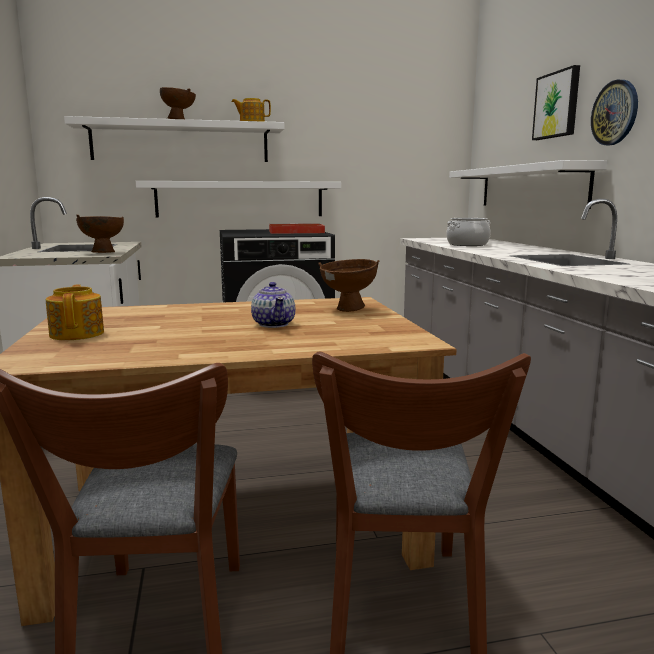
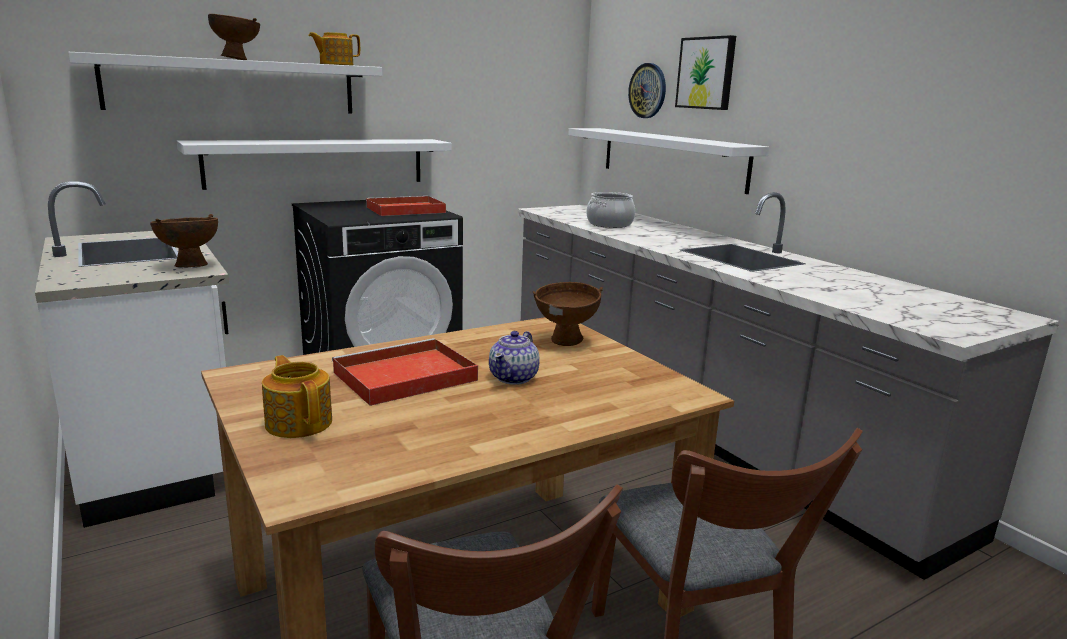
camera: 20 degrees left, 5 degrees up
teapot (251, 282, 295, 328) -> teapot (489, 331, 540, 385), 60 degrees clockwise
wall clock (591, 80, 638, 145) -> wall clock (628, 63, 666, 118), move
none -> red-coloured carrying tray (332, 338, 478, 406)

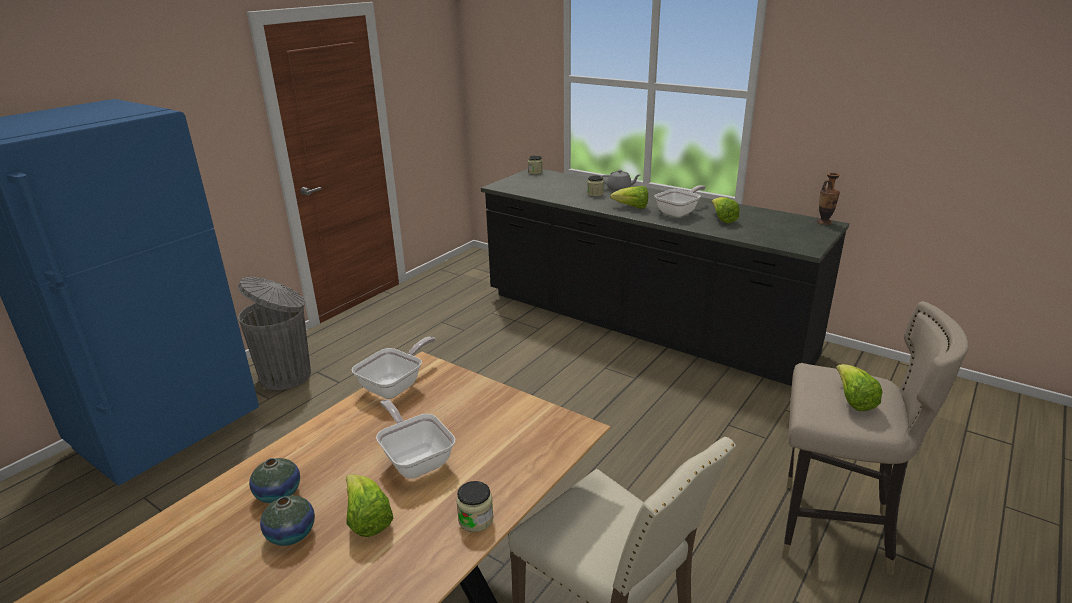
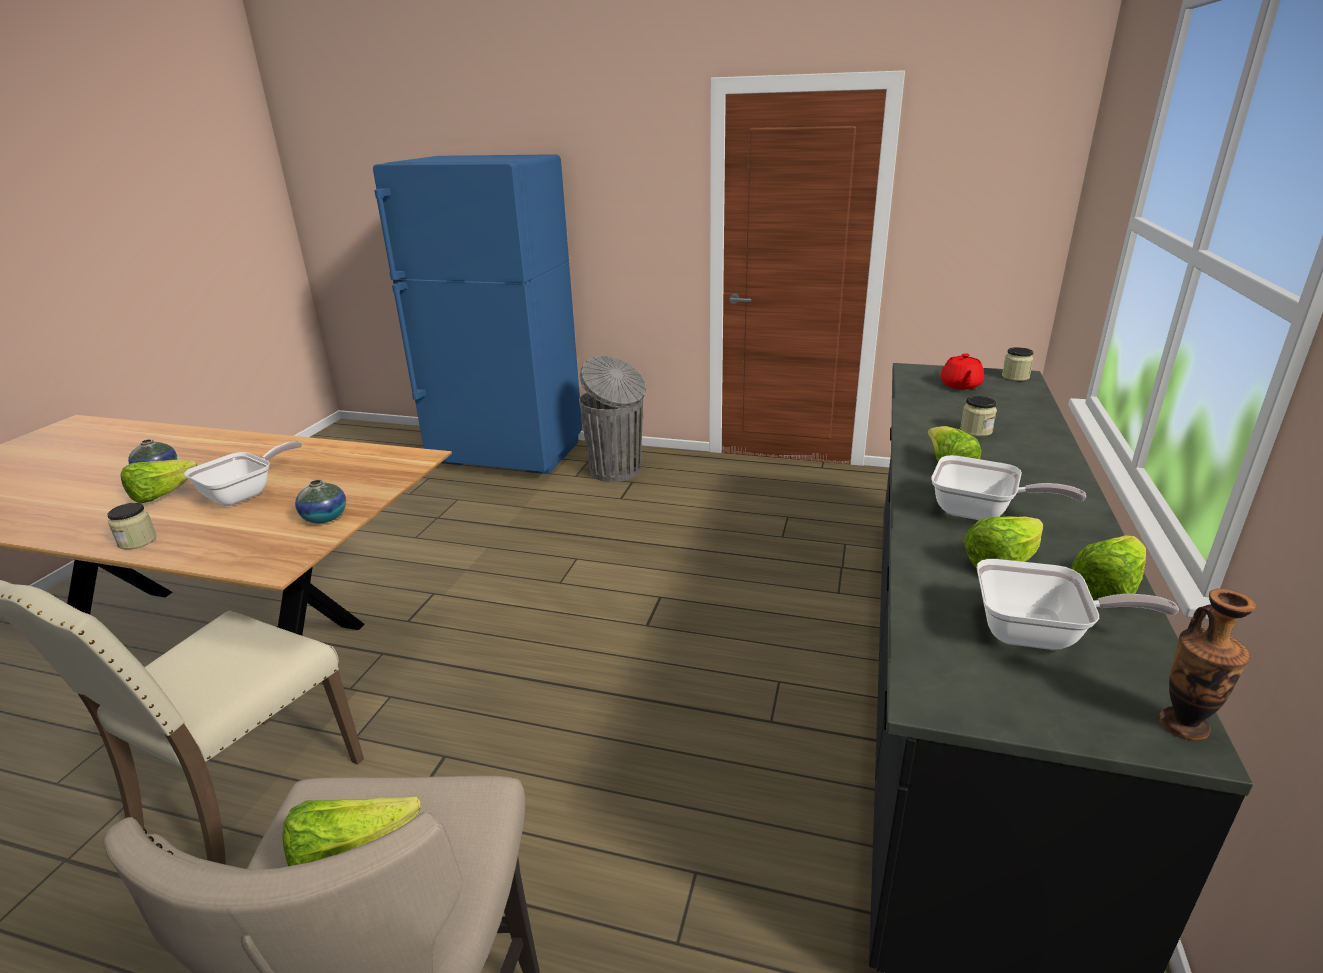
camera: 70 degrees right, 0 degrees up
flower vase (249, 458, 300, 503) -> flower vase (295, 480, 346, 523), move
skillet (352, 336, 436, 399) -> skillet (977, 559, 1179, 650), move
greyish teapot (602, 170, 640, 191) -> none
none -> red-coloured teapot (941, 353, 984, 389)
none -> lettuce (1072, 535, 1146, 600)

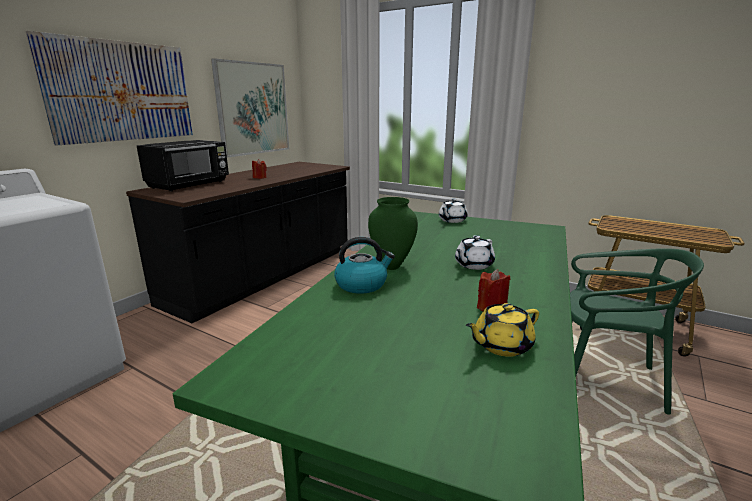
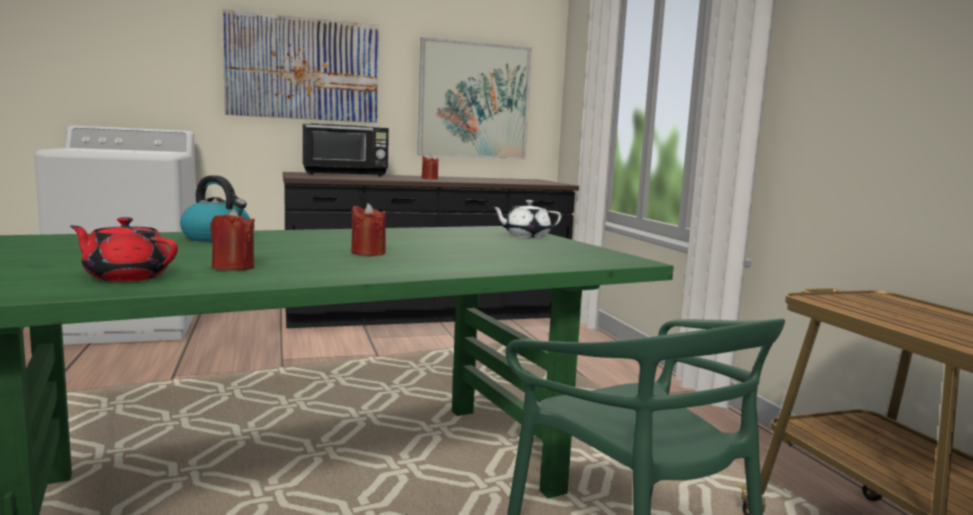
camera: 40 degrees right, 10 degrees down
green flower vase (368, 197, 418, 270) -> none
whitish teapot (455, 235, 495, 270) -> red-coloured candle (351, 203, 386, 256)
yellow teapot (466, 303, 539, 357) -> red-coloured teapot (70, 217, 178, 282)

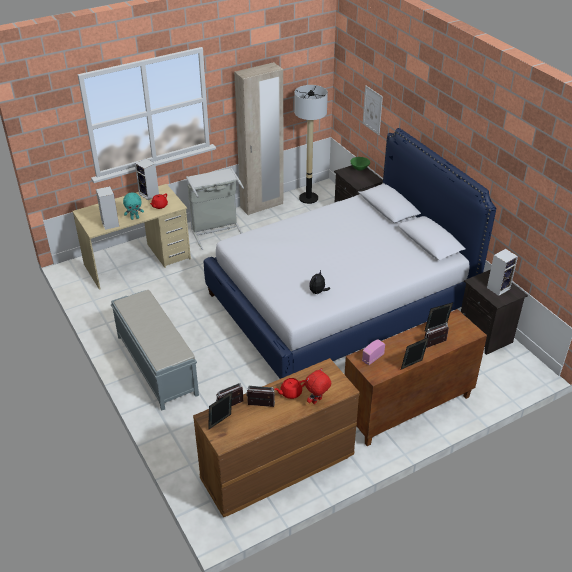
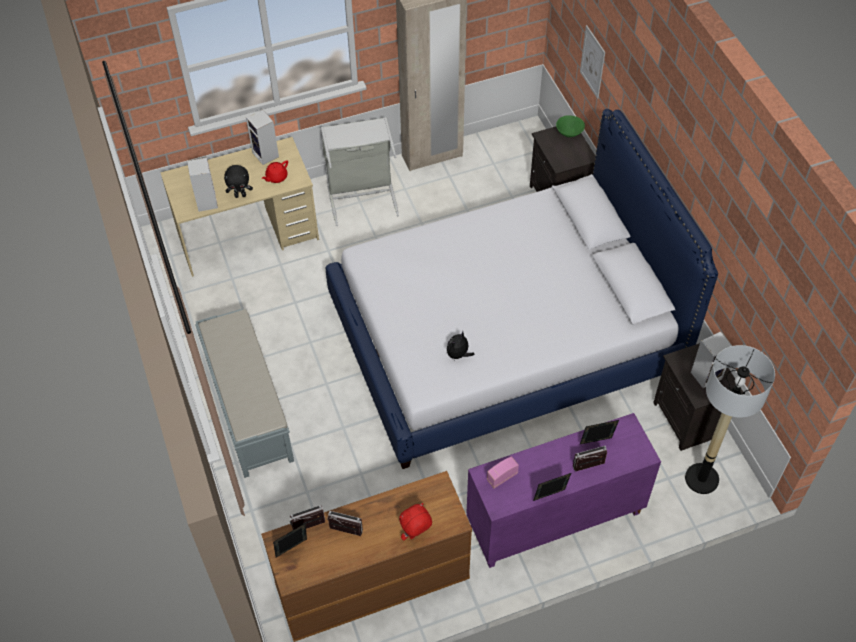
camera: 10 degrees right, 15 degrees up
turquoise-coloured plush toy (123, 193, 144, 220) -> black plush toy (224, 165, 253, 198)
red-coloured teapot (274, 378, 305, 399) -> none
standard lamp (294, 85, 328, 204) -> standard lamp (685, 345, 775, 494), move
brownish storage cabinet (345, 309, 487, 446) -> purple-coloured storage cabinet (466, 413, 661, 568)

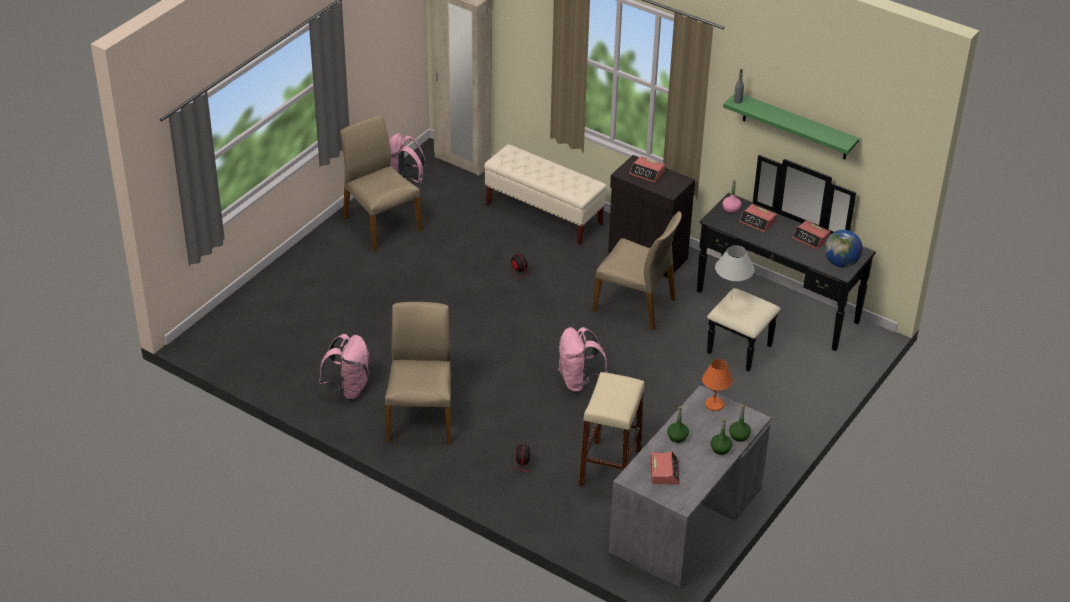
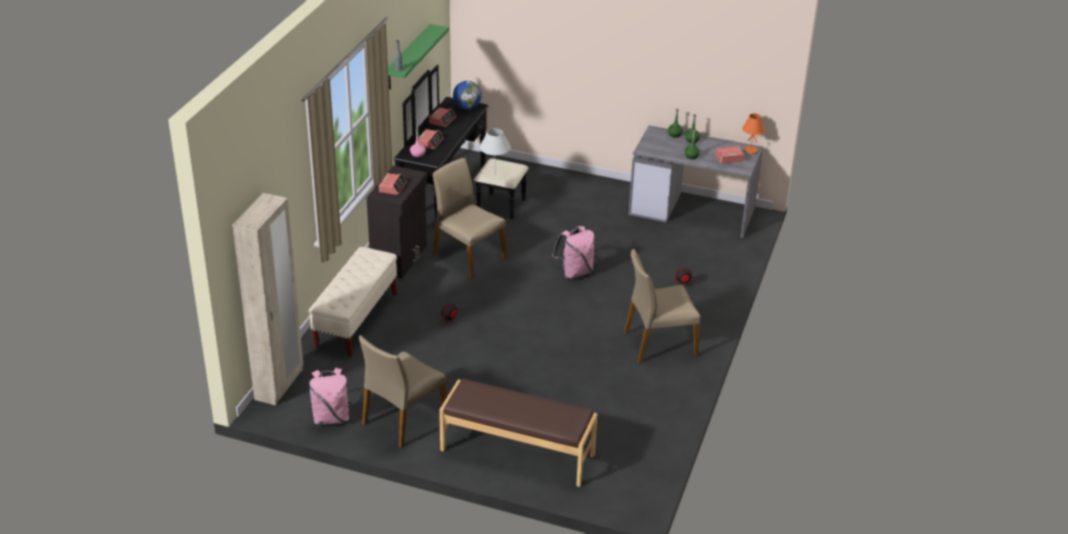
camera: 105 degrees left, 5 degrees down
pink-coloured backpack (319, 334, 370, 400) -> none
beige-coloured sitting stool (579, 372, 645, 487) -> none
beige-coloured plain chair (592, 211, 682, 330) -> beige-coloured plain chair (433, 158, 507, 280), 60 degrees counterclockwise
orange-coloured table lamp (702, 359, 733, 411) -> orange-coloured table lamp (742, 113, 765, 154), move
none -> brownish indoor bench (439, 379, 597, 487)

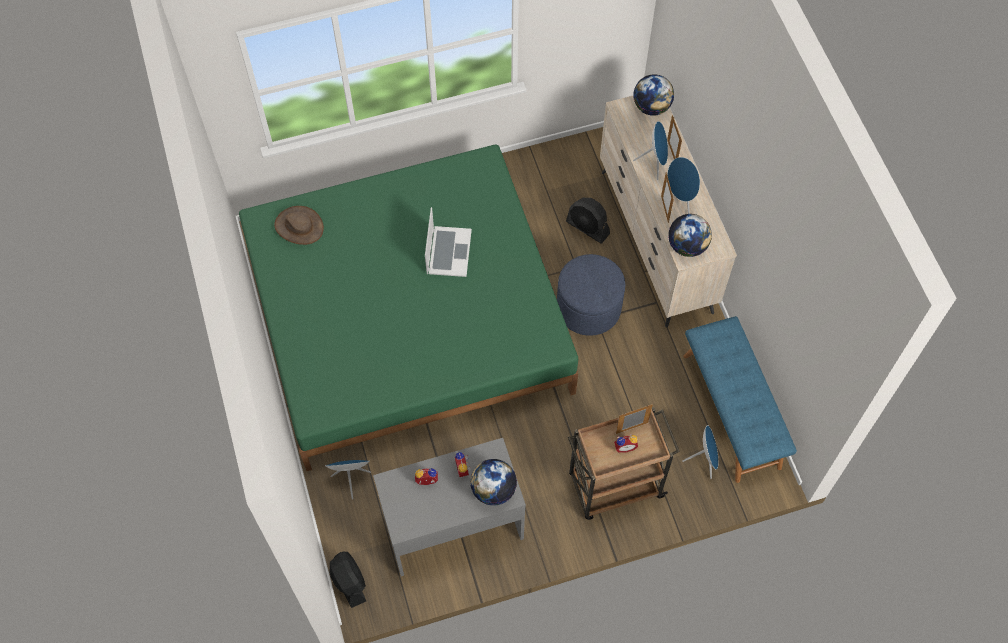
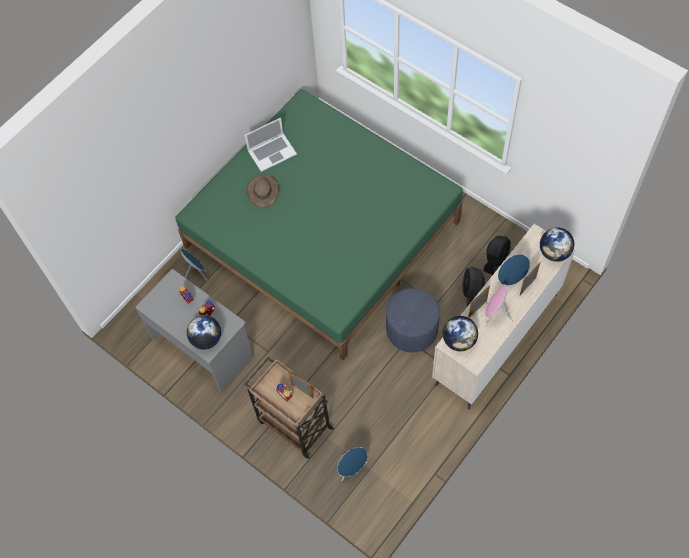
camera: 60 degrees right, 0 degrees up
brownish clothing hat (274, 206, 324, 245) -> brownish clothing hat (246, 175, 279, 208), move
black fan (329, 552, 366, 608) -> black fan (483, 236, 511, 275), move
laptop (425, 207, 472, 277) -> laptop (244, 118, 297, 172), move
blue loudspeaker (667, 157, 700, 214) -> pink-coloured loudspeaker (485, 285, 513, 327)
blue indoor bench (683, 316, 797, 483) -> none

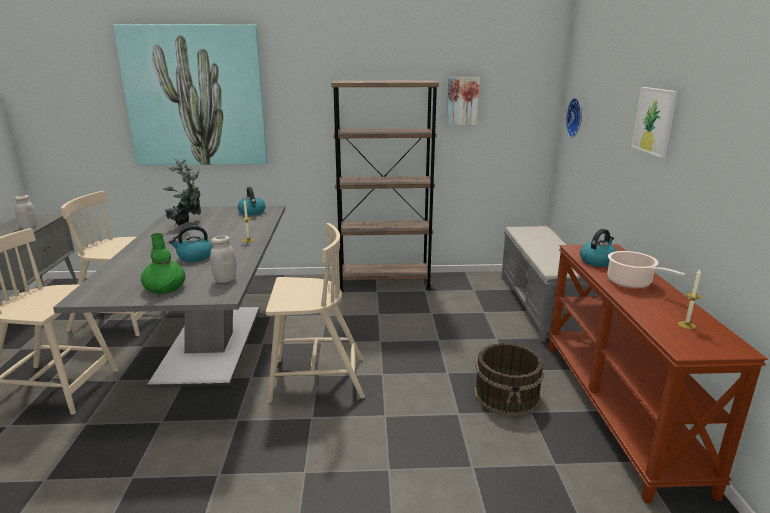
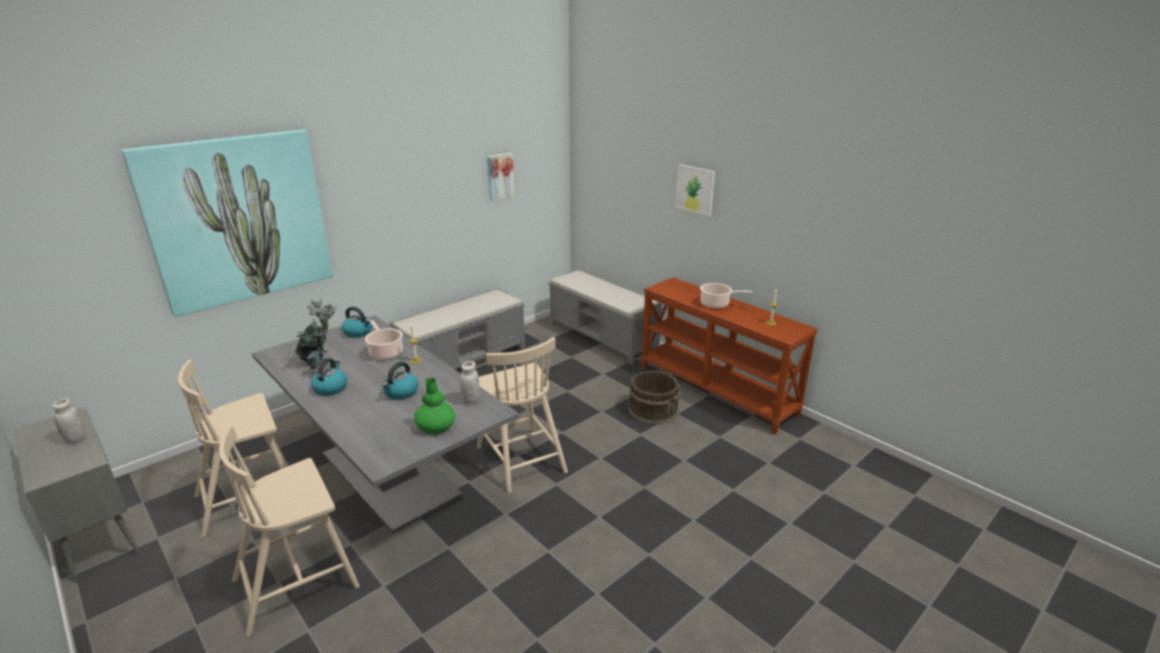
camera: 40 degrees left, 5 degrees up
beige-coloured plain chair (266, 223, 365, 403) -> beige-coloured plain chair (477, 337, 568, 493), 105 degrees clockwise
brownish bookshelf (331, 80, 439, 292) -> greyish indoor bench (390, 288, 525, 369)
wall clock (566, 98, 582, 138) -> none
water kettle (580, 229, 617, 267) -> water kettle (311, 358, 347, 396), move
none -> cooking pot (365, 320, 403, 360)

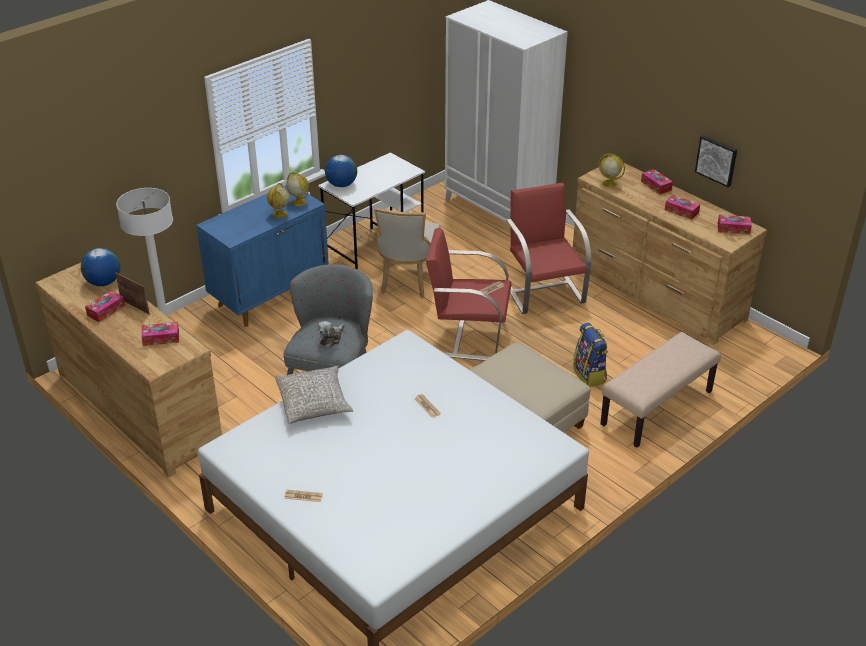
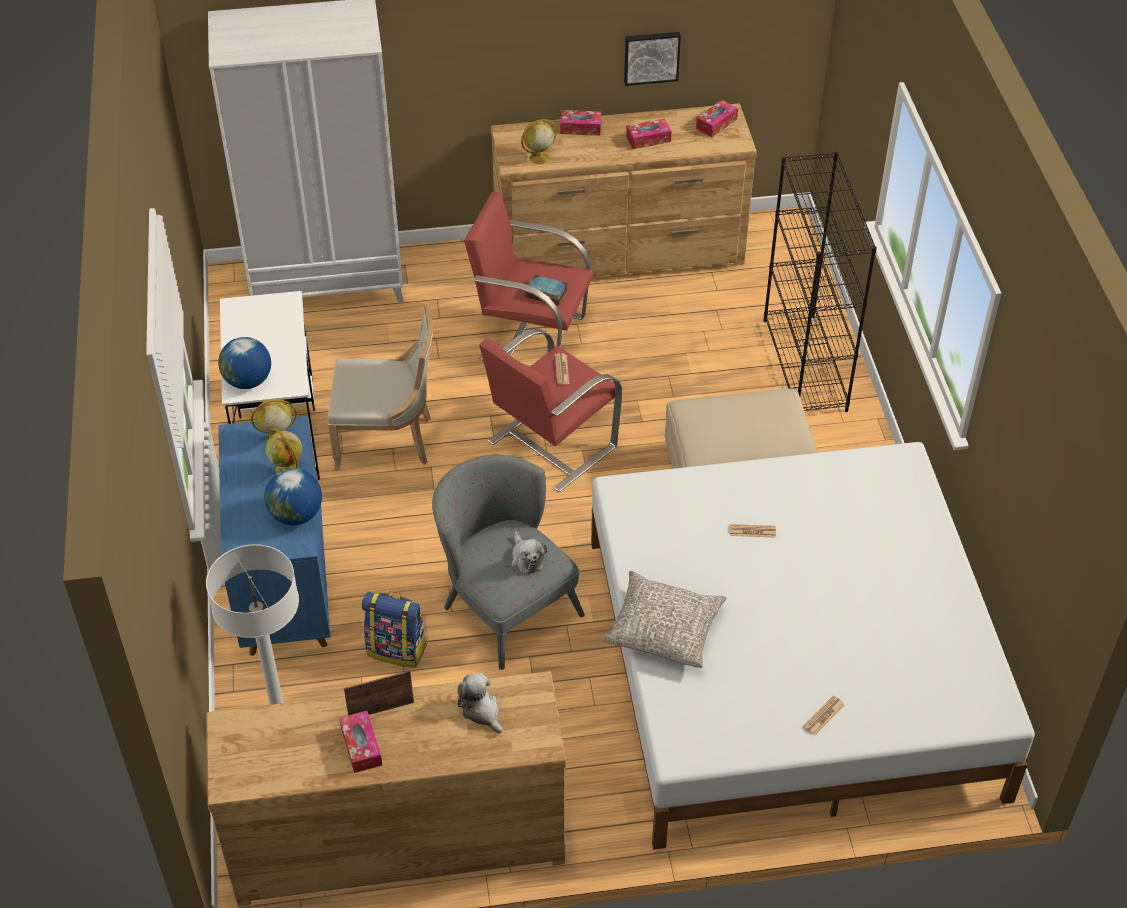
camera: 55 degrees left, 10 degrees up
desk globe (81, 248, 120, 286) -> desk globe (264, 468, 322, 525), move
tissue holder (141, 322, 179, 346) -> plush toy (458, 673, 502, 734)
beige-coloured plain chair (374, 207, 441, 298) -> beige-coloured plain chair (328, 304, 433, 471), 45 degrees counterclockwise
backpack (573, 323, 608, 387) -> backpack (362, 591, 427, 668), move
beige-coloured indoor bench (600, 332, 721, 448) -> black bookshelf (764, 152, 877, 412)
none -> volume (525, 275, 568, 306)

